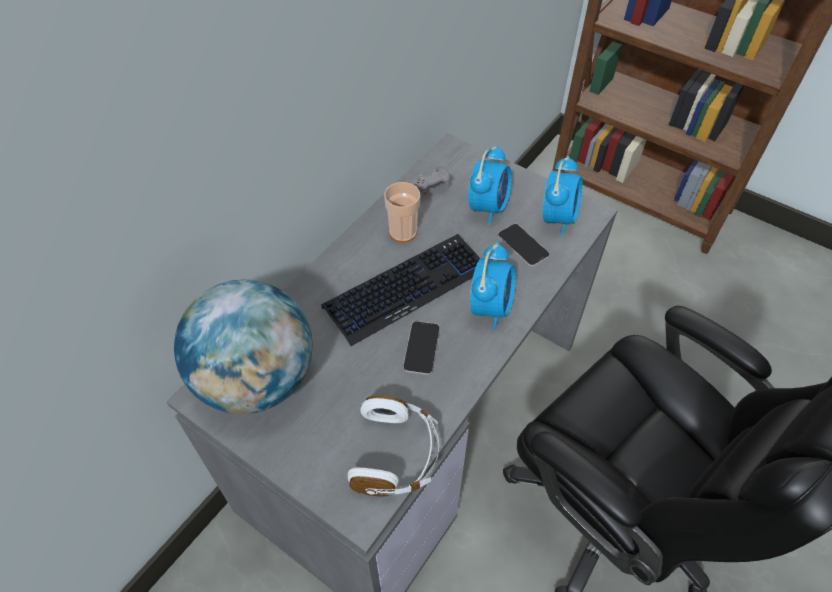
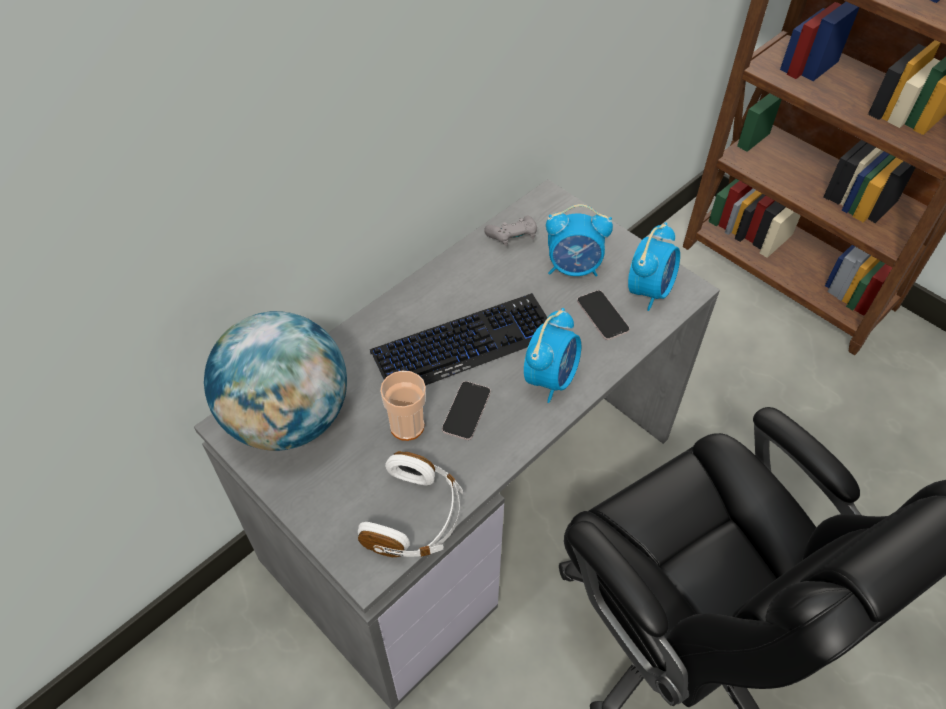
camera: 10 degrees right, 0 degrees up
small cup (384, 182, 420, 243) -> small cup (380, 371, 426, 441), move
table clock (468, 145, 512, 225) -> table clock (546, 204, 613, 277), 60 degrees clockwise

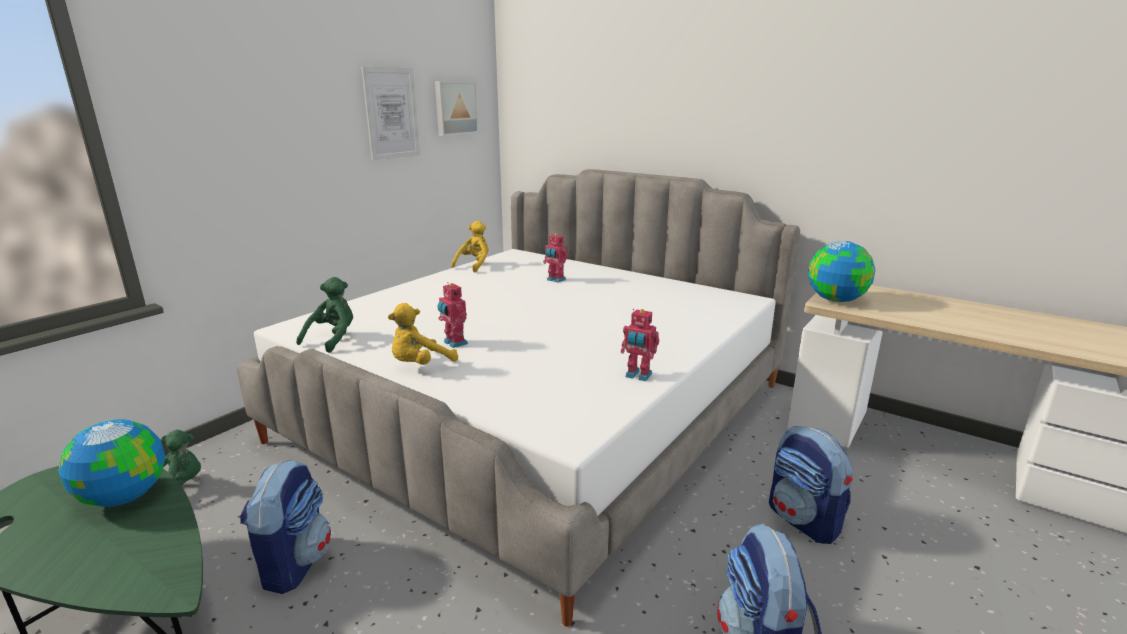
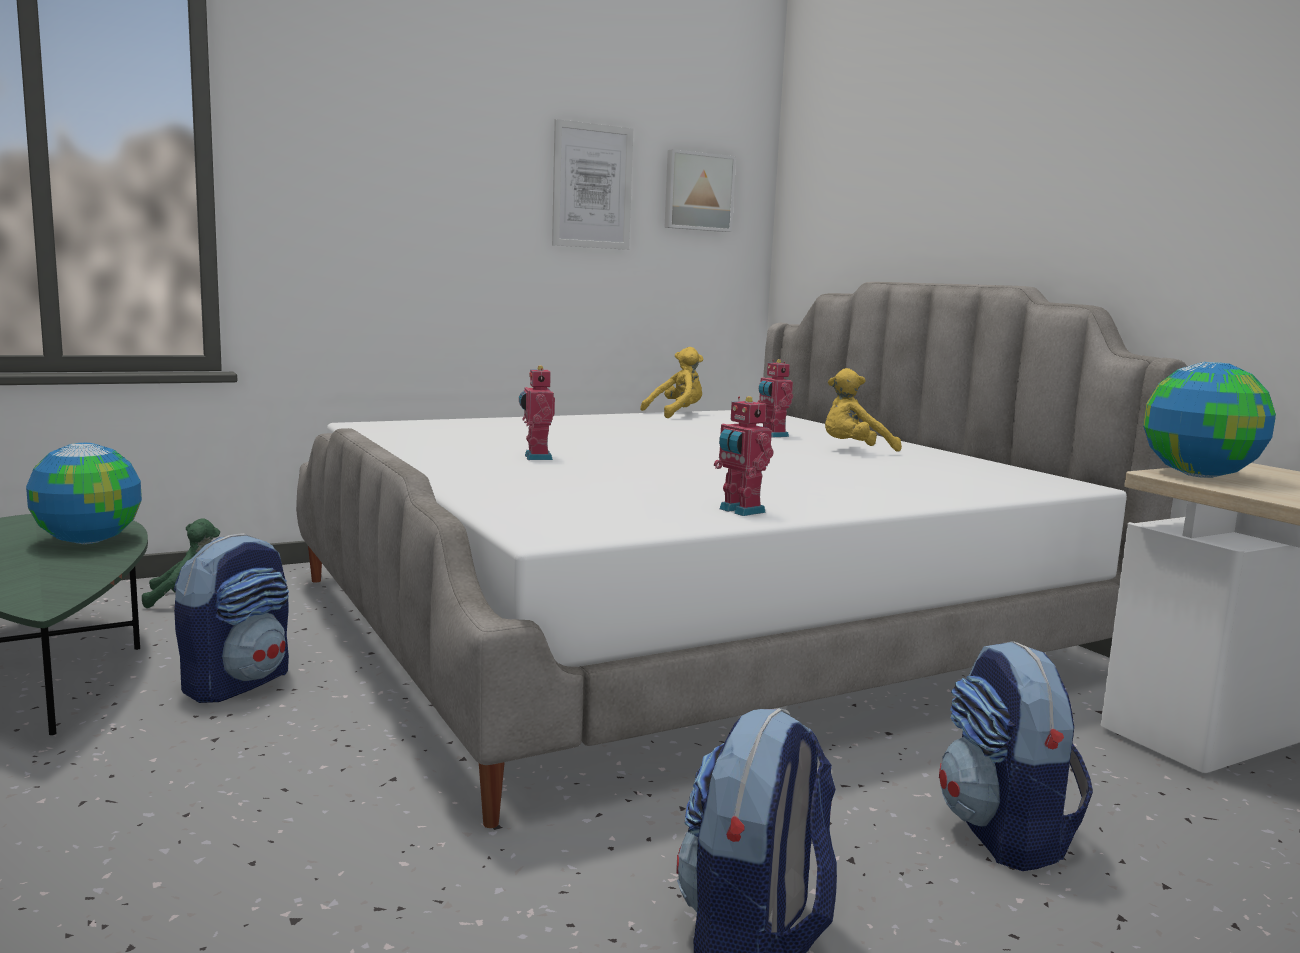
camera: 25 degrees right, 10 degrees down
green plush toy (296, 277, 353, 353) -> none
yellow plush toy (388, 303, 458, 365) -> yellow plush toy (825, 368, 902, 452), move

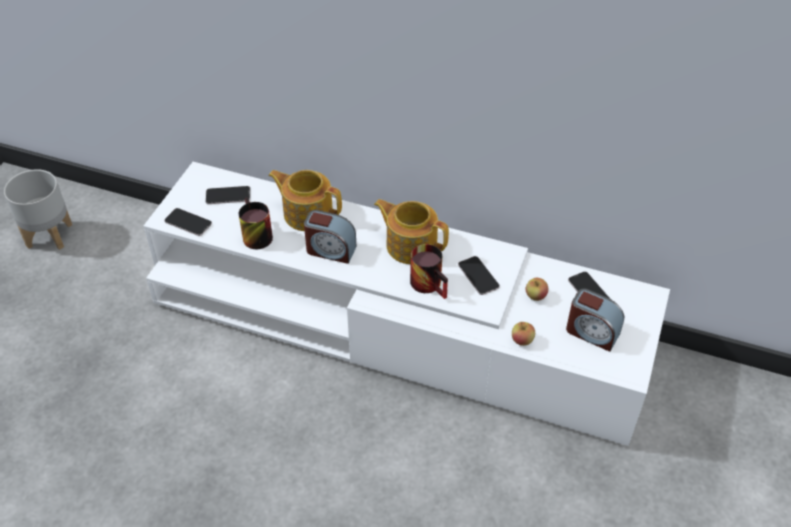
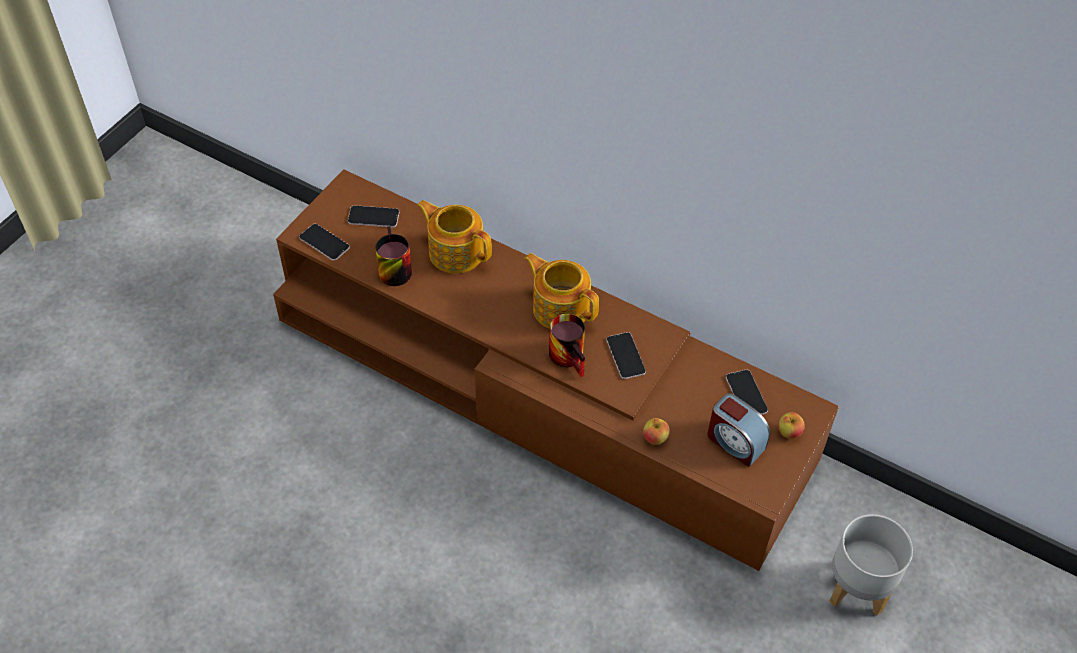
camera: 10 degrees right, 5 degrees up
greyish plant pot (4, 169, 72, 250) -> greyish plant pot (830, 514, 913, 616), move
whitish media console (144, 162, 670, 446) -> brownish media console (273, 169, 839, 571)
table clock (304, 210, 356, 264) -> none
apple (526, 278, 548, 301) -> apple (778, 412, 805, 439), move

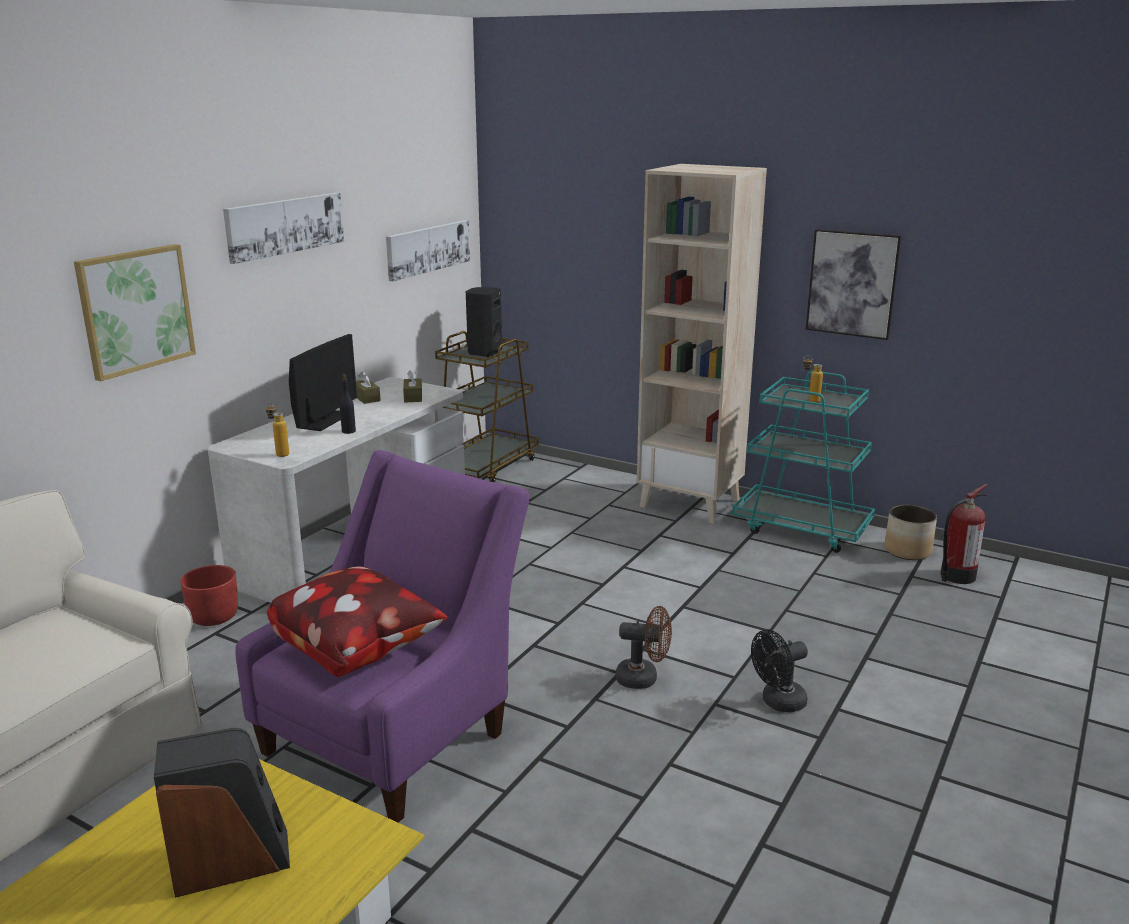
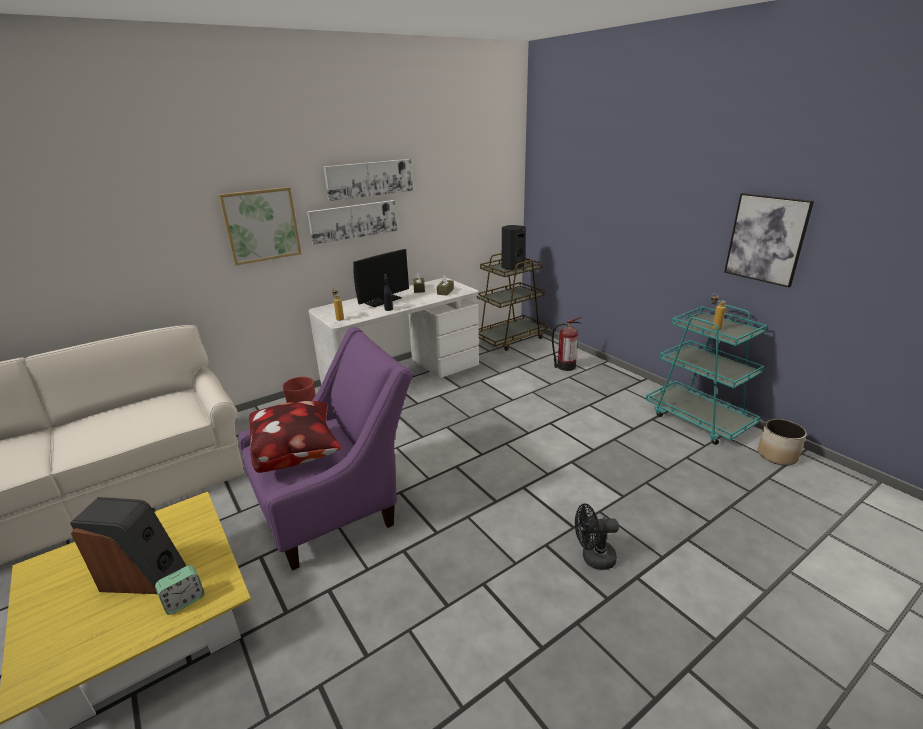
camera: 25 degrees right, 5 degrees up
wall picture (386, 220, 470, 281) -> wall picture (307, 200, 398, 245), move
brownish fan (616, 606, 672, 689) -> none
beige-coloured bookshelf (637, 164, 767, 524) -> none
extinguisher (941, 484, 988, 584) -> extinguisher (552, 317, 582, 371), move
none -> table clock (155, 565, 205, 615)

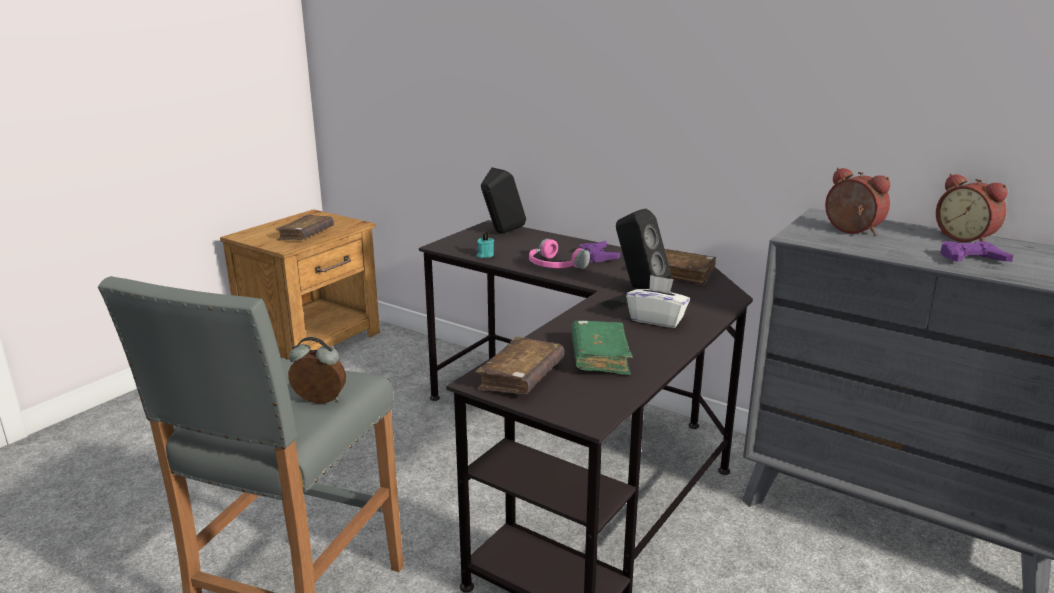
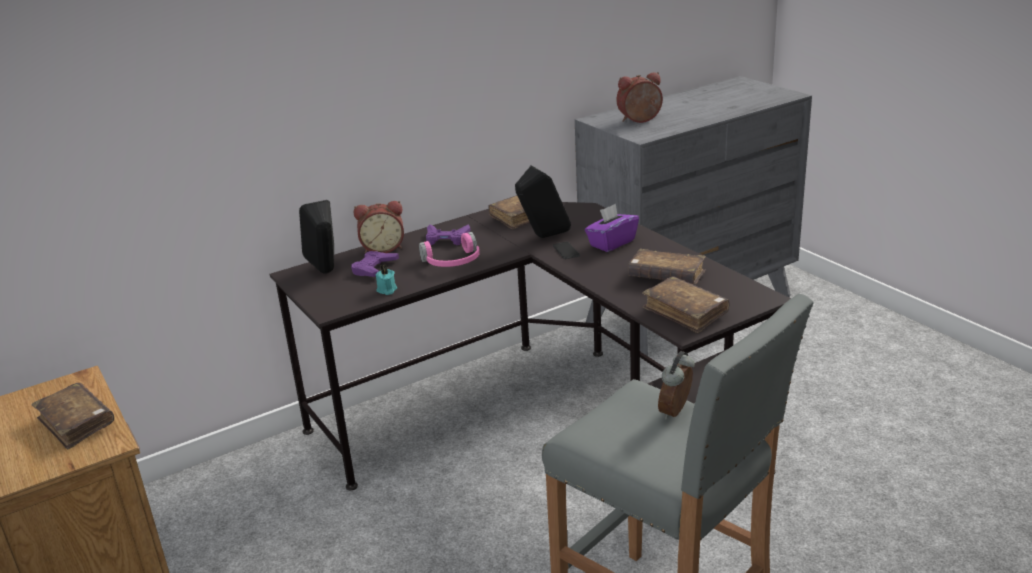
camera: 65 degrees left, 5 degrees up
green volume (571, 320, 633, 375) -> brownish volume (628, 249, 706, 284)
whitish tissue holder (626, 275, 690, 328) -> purple-coloured tissue holder (585, 204, 639, 252)
table clock (936, 174, 1008, 242) -> table clock (354, 201, 404, 253), move
purple-coloured gamepad (940, 241, 1013, 262) -> purple-coloured gamepad (351, 251, 399, 277), move

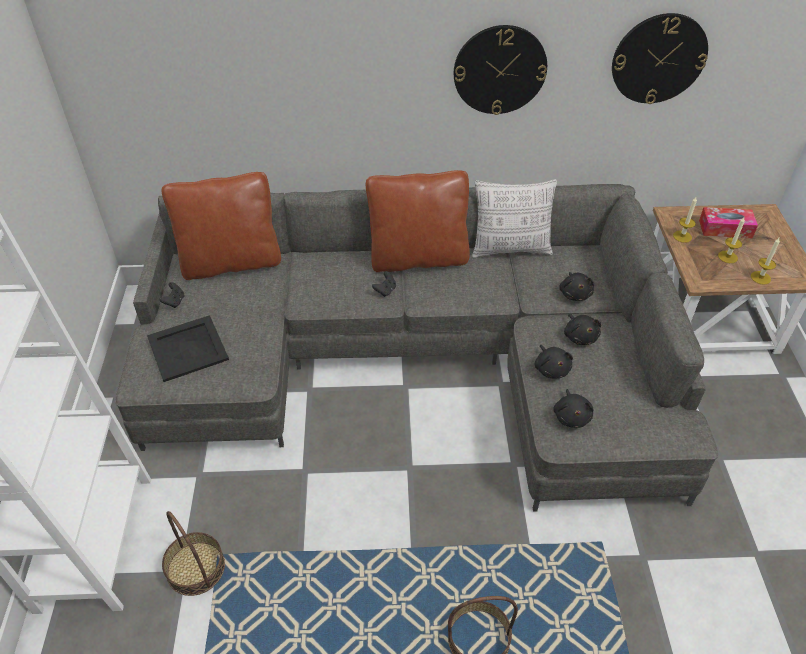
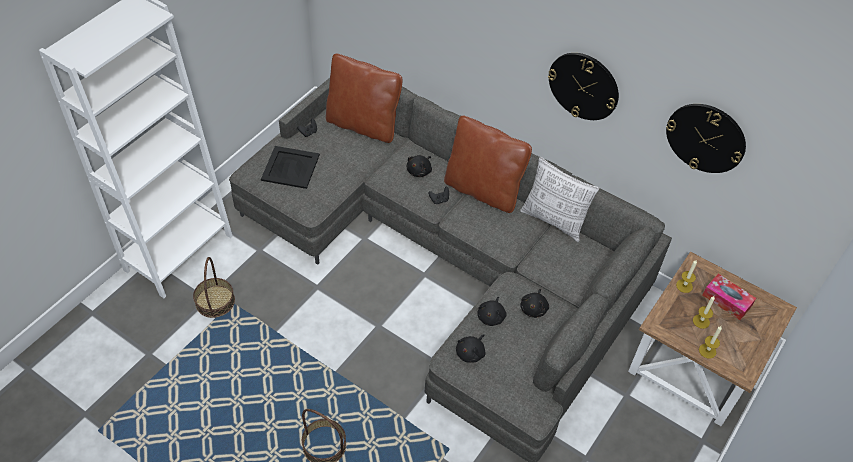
camera: 35 degrees right, 5 degrees up
black plush toy (559, 272, 594, 301) -> black plush toy (407, 155, 432, 177), move

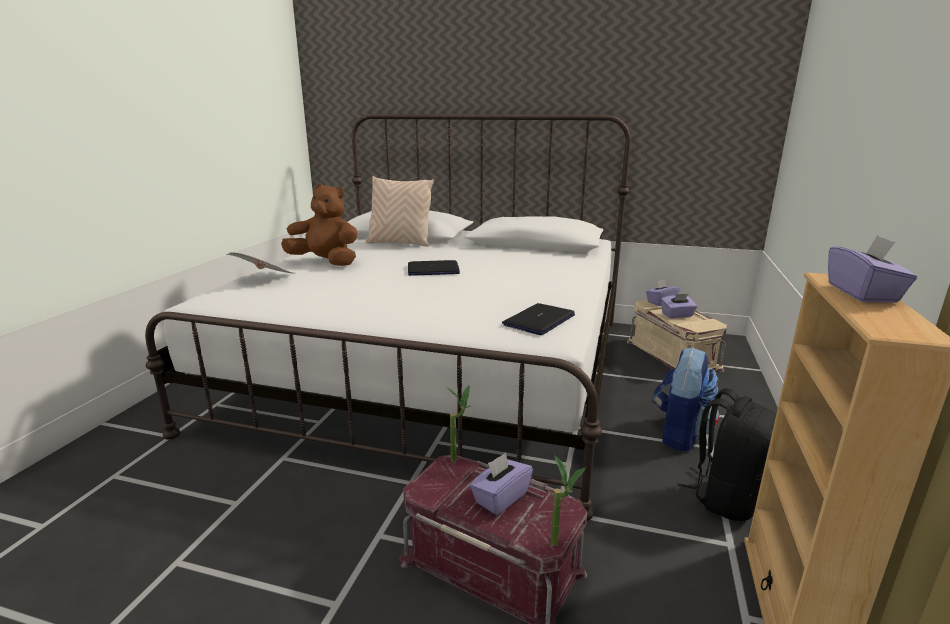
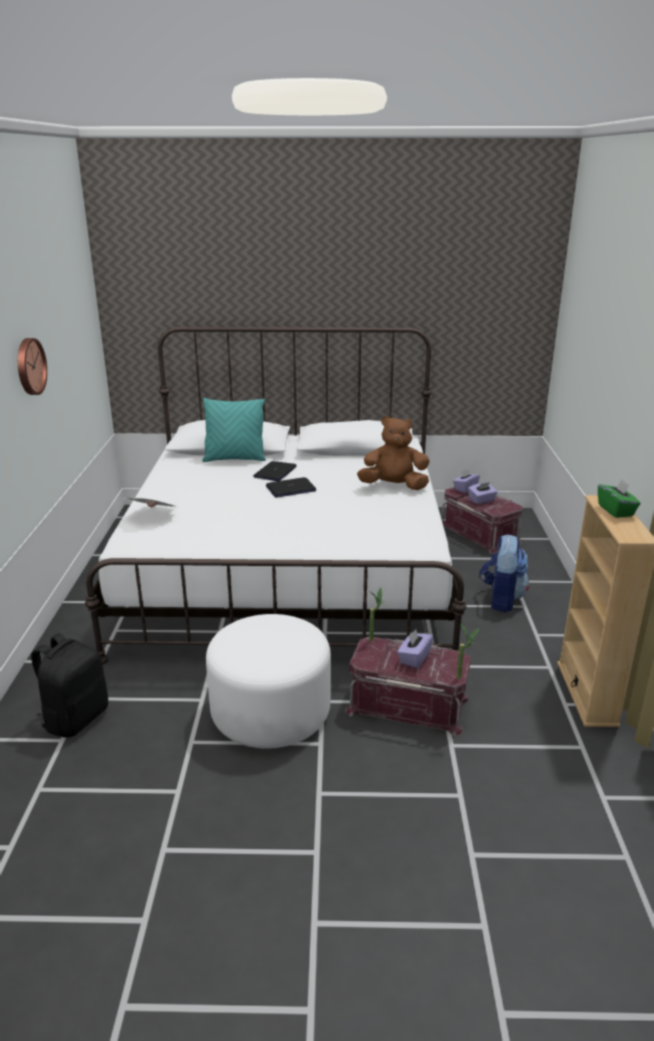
camera: 15 degrees left, 5 degrees up
brownish plush toy (281, 183, 358, 266) -> brownish plush toy (357, 416, 430, 490), move
beige-coloured cushion (366, 176, 434, 247) -> turquoise-coloured cushion (202, 397, 266, 462)
laptop (502, 303, 575, 335) -> laptop (253, 461, 297, 481), move
beige-coloured storage bin (627, 300, 727, 372) -> red-coloured storage bin (441, 487, 522, 554)
black backpack (677, 388, 776, 521) -> black backpack (31, 633, 108, 738), move
purple-coloured tissue holder (828, 235, 917, 303) -> green tissue holder (598, 478, 641, 518)
none -> wall clock (18, 338, 47, 395)
none -> whitish ottoman (206, 614, 331, 749)

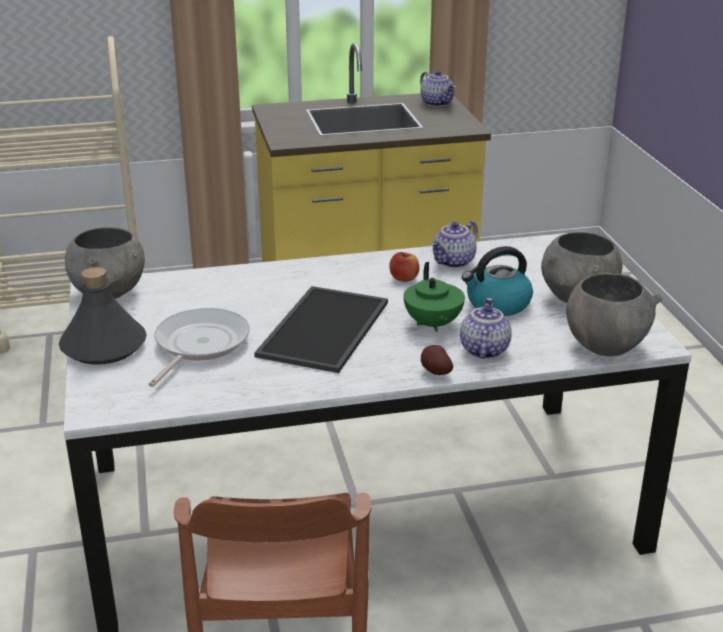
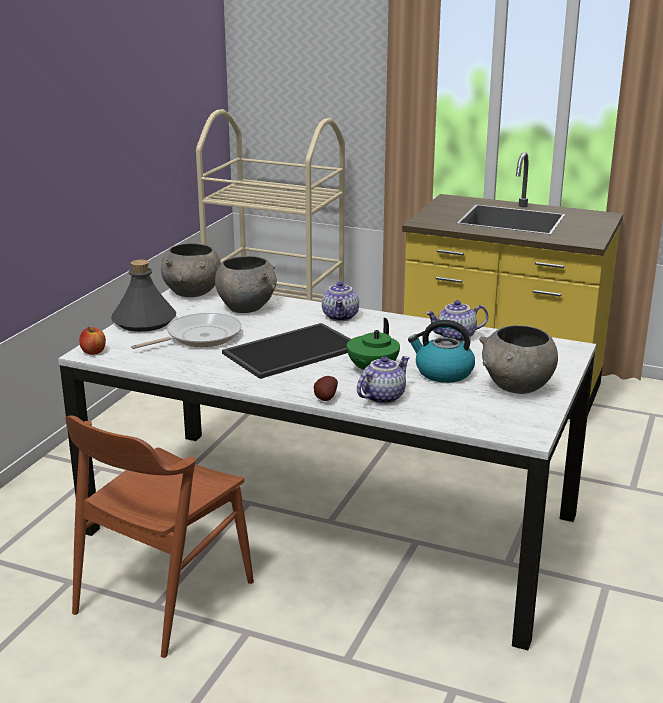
camera: 35 degrees right, 5 degrees down
apple (389, 252, 420, 282) -> apple (79, 327, 106, 355), move
teapot (420, 71, 456, 107) -> teapot (322, 280, 359, 321), move
greyish bowl (566, 273, 663, 357) -> greyish bowl (215, 256, 277, 313), move

